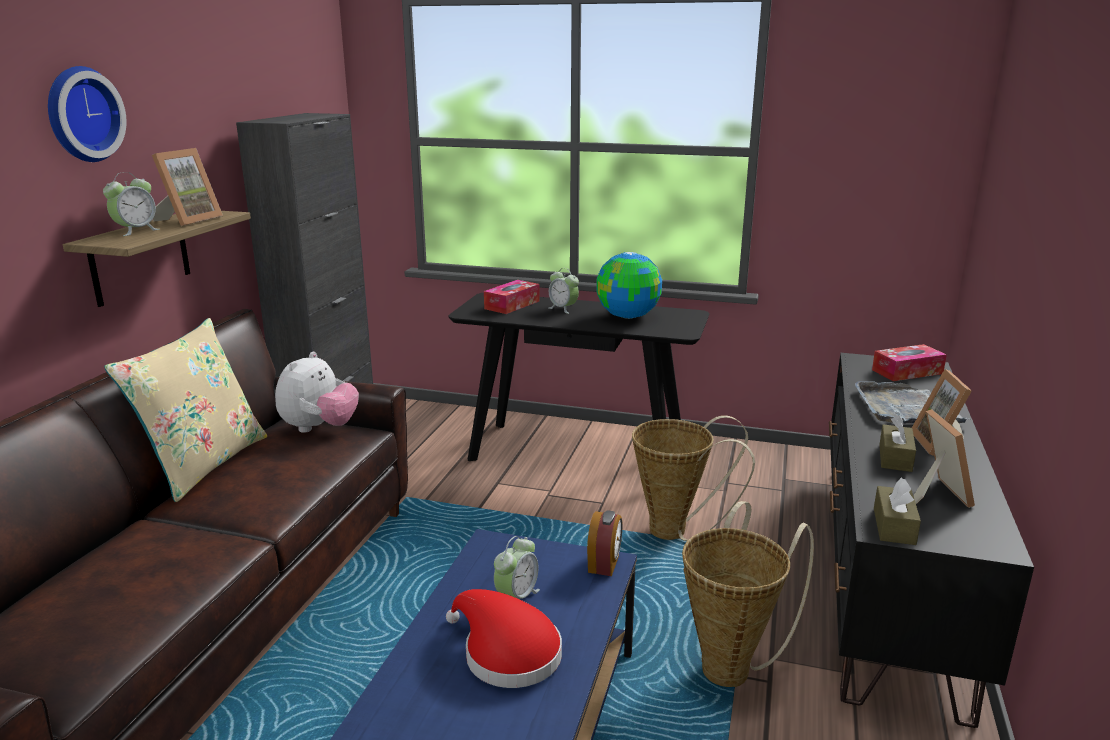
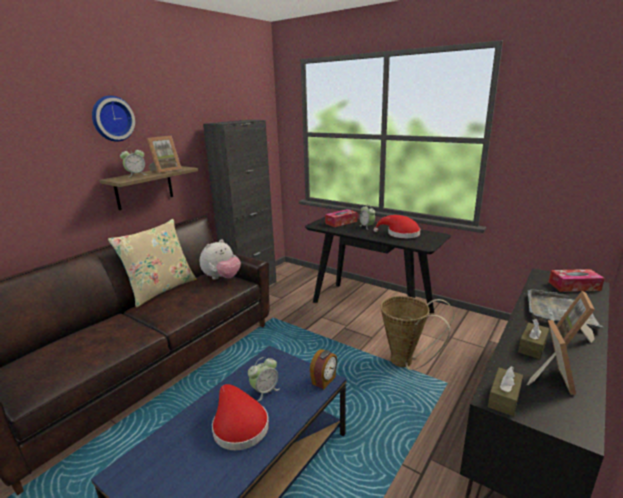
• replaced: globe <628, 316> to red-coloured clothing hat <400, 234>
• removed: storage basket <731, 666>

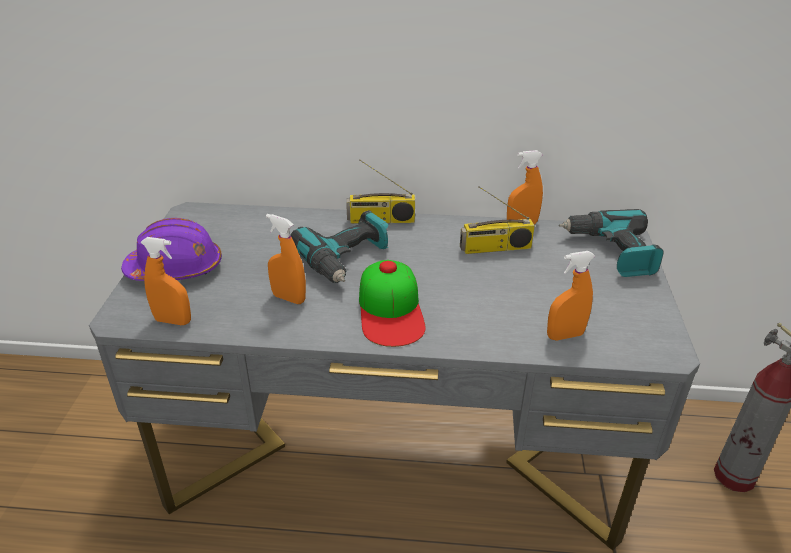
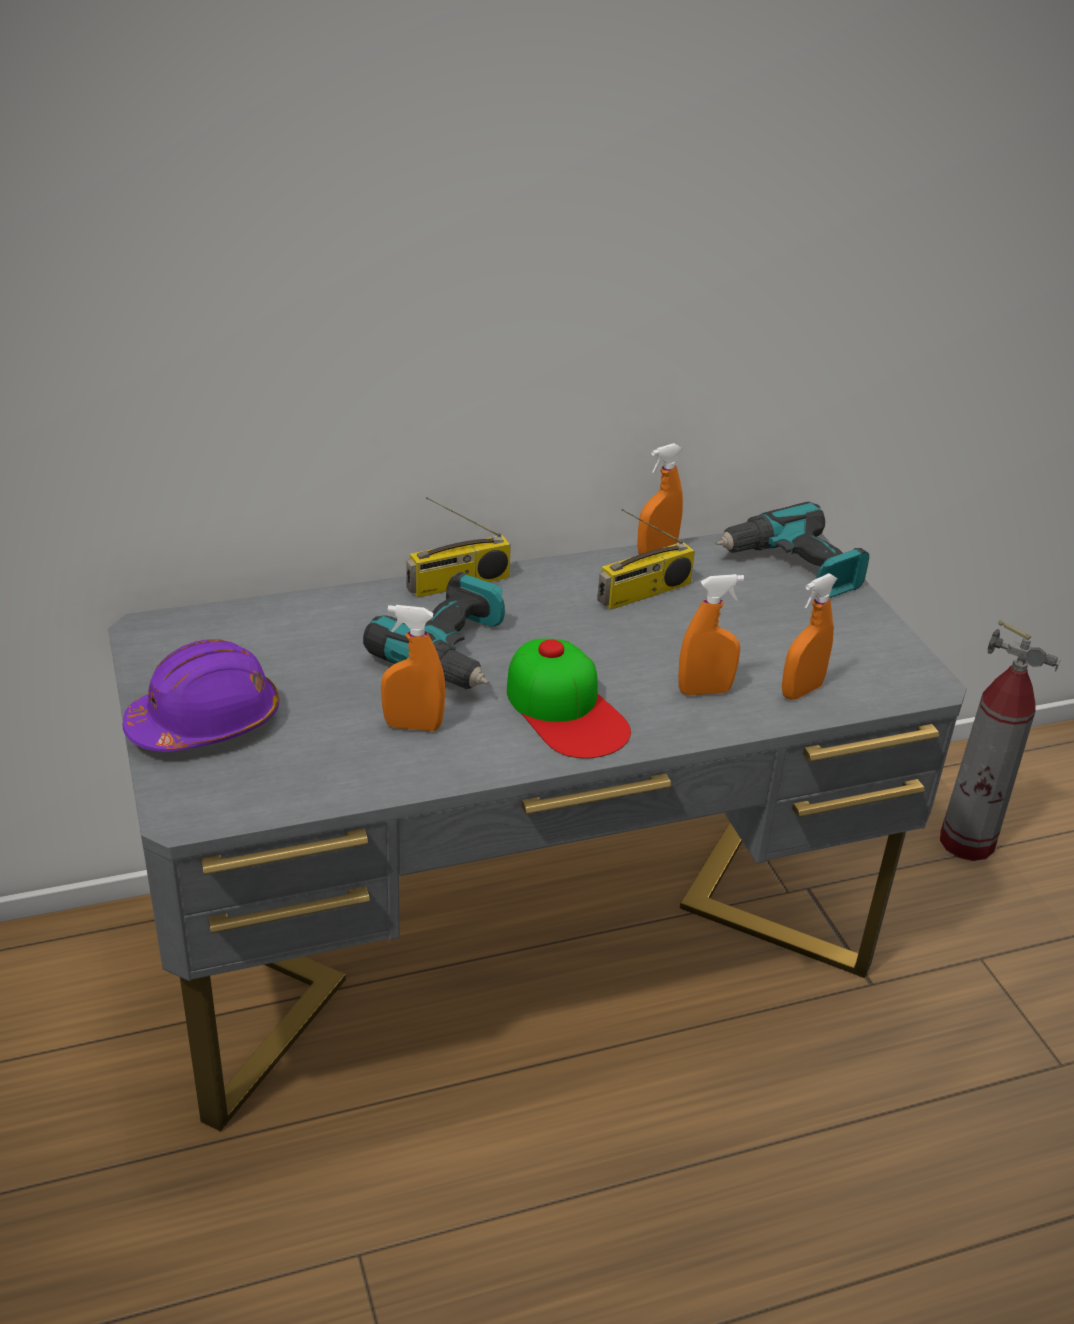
• moved: orangey spray bottle <173, 321> to <704, 691>

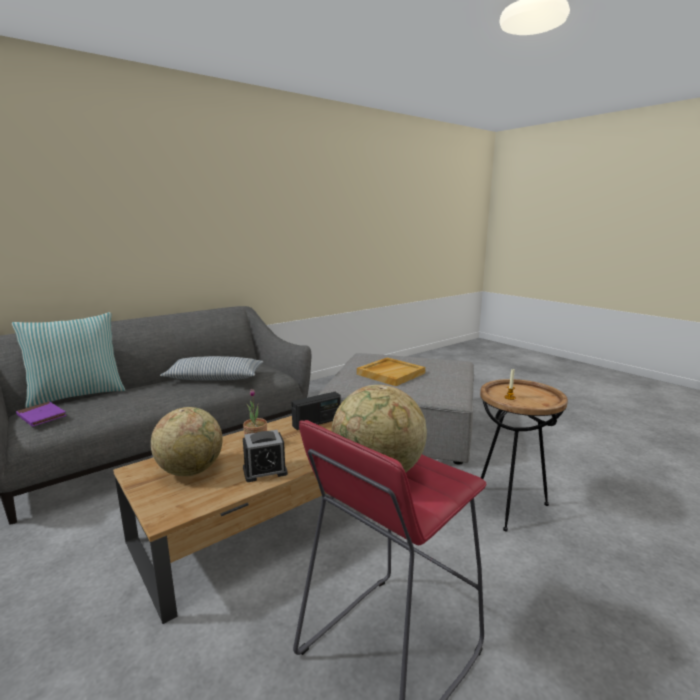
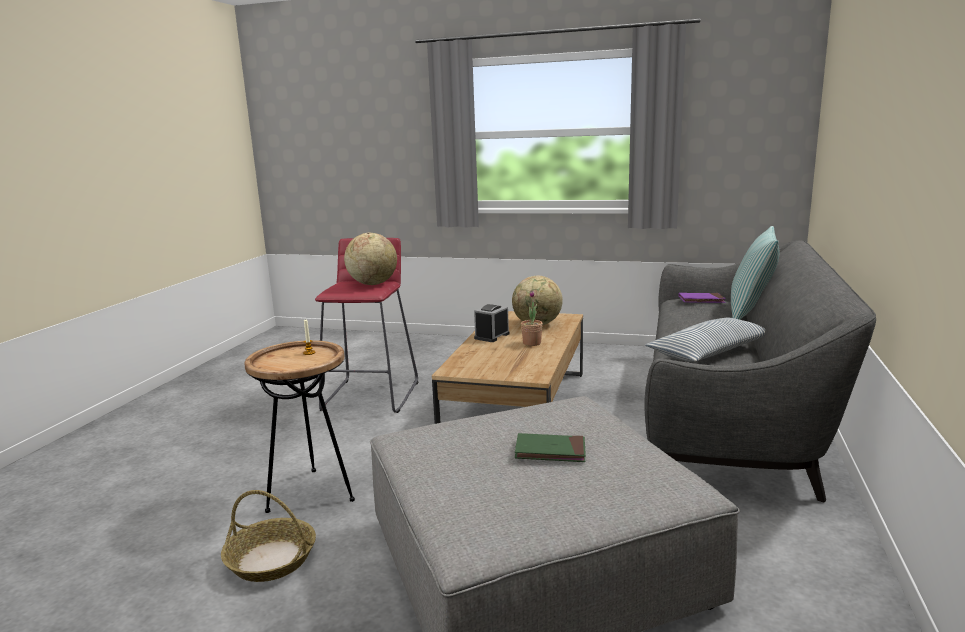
• replaced: beige serving tray <390, 373> to green volume <550, 451>
• removed: radio receiver <317, 422>
• added: storage basket <272, 560>

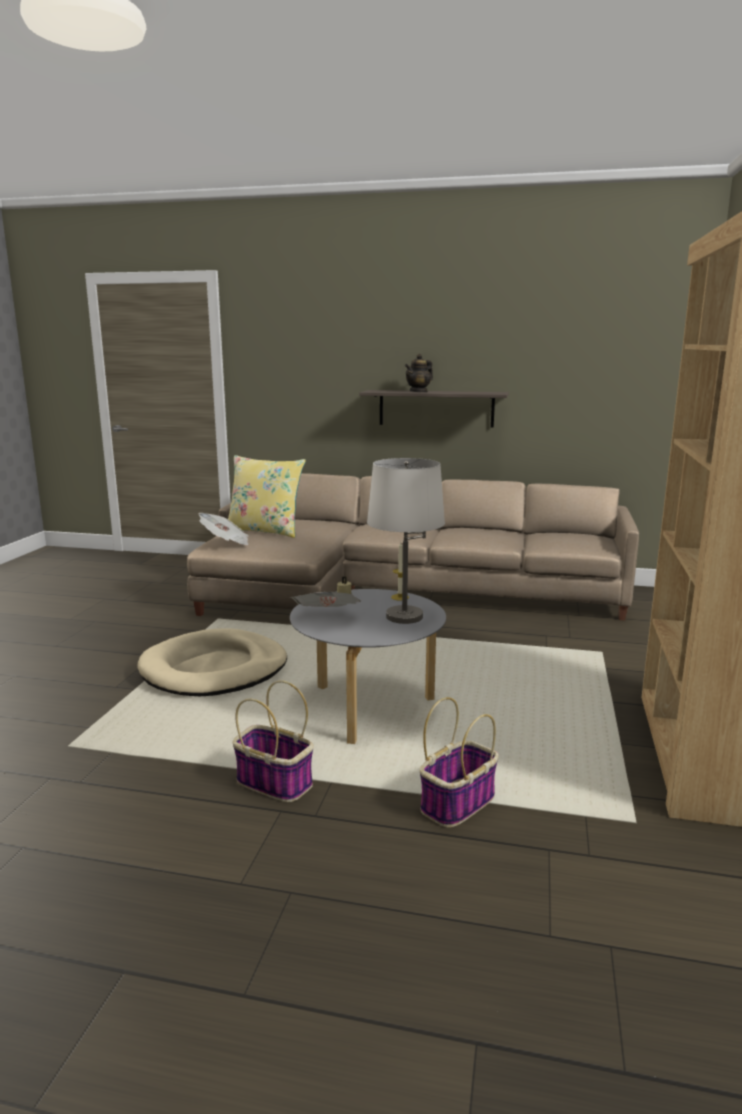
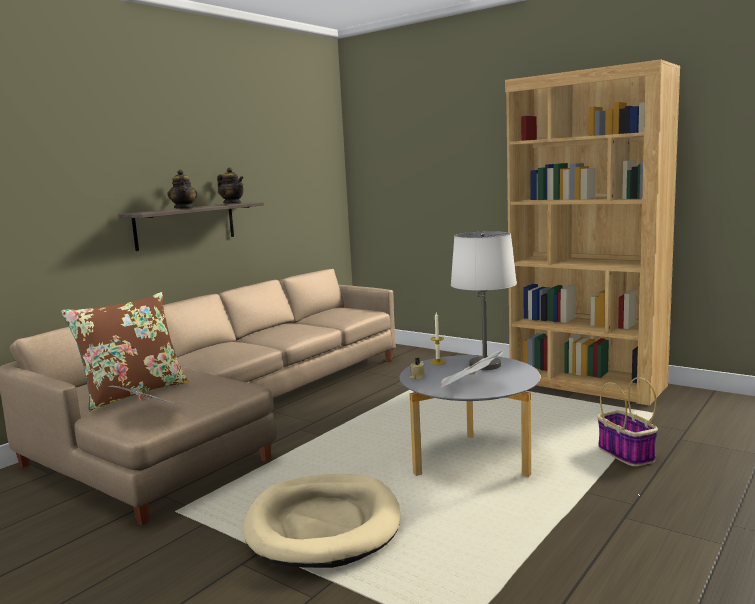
• recoloured: yellow throw pillow <265, 531> to brown throw pillow <133, 393>
• removed: storage basket <272, 782>
• added: teapot <232, 203>

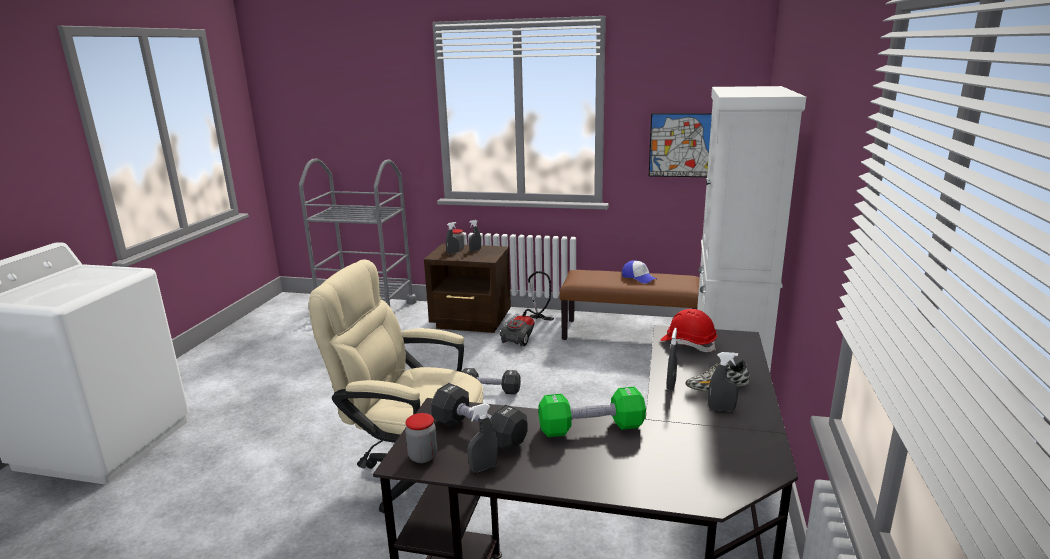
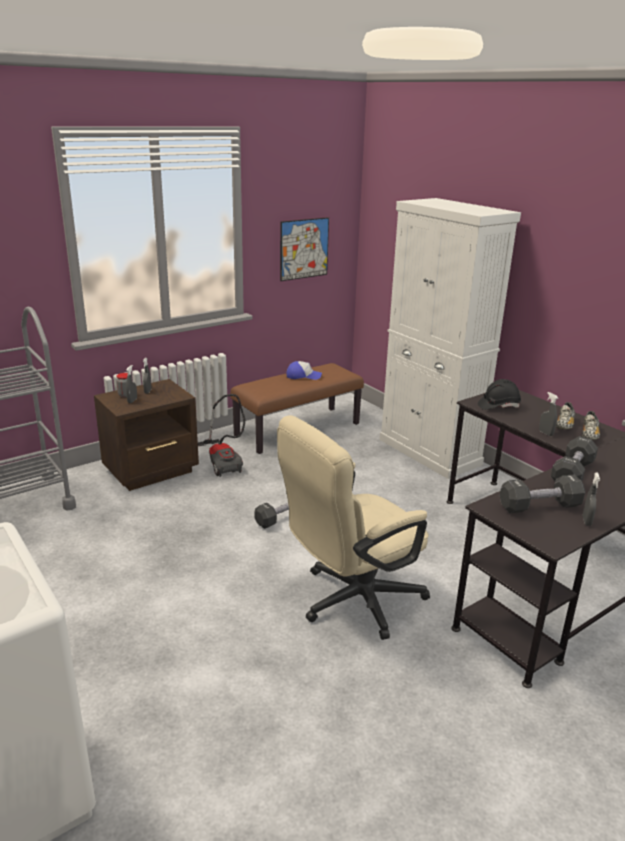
• recoloured: red-coloured hard hat <688, 344> to black hard hat <498, 406>
• replaced: gray spray bottle <721, 409> to low shoe <589, 435>
• recoloured: green hand weight <591, 428> to black hand weight <572, 473>
• removed: jar <423, 456>

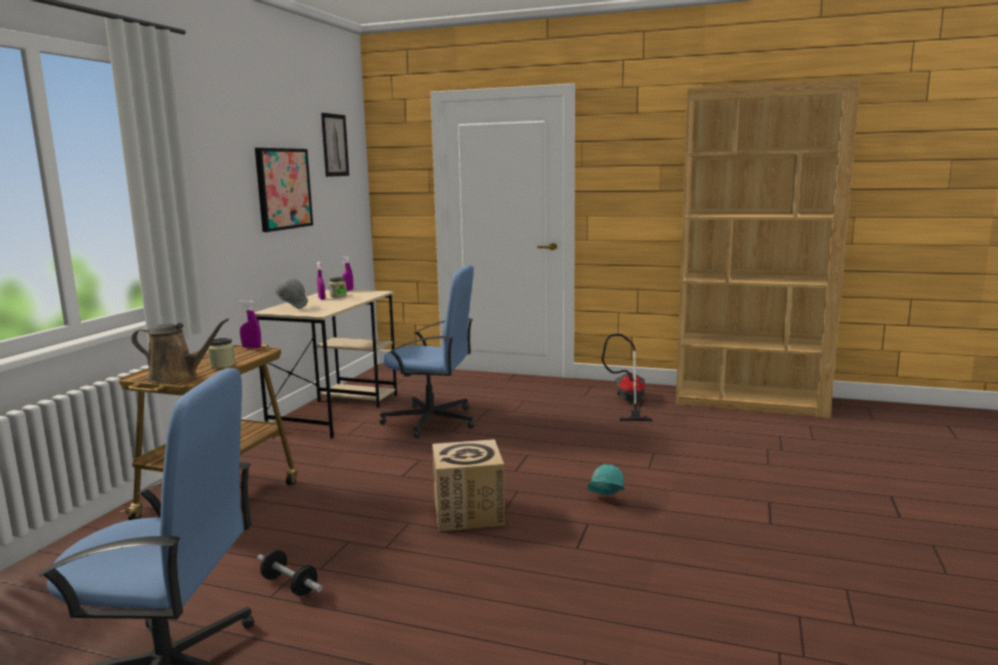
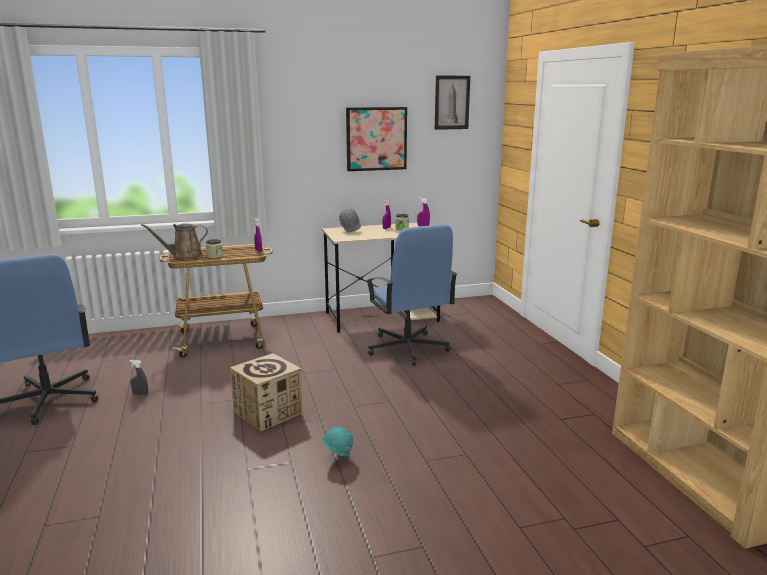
• turned: brown watering can <177, 376> = <184, 256> 90 degrees clockwise
• removed: vacuum <628, 403>
• replaced: hand weight <289, 585> to gray spray bottle <140, 395>

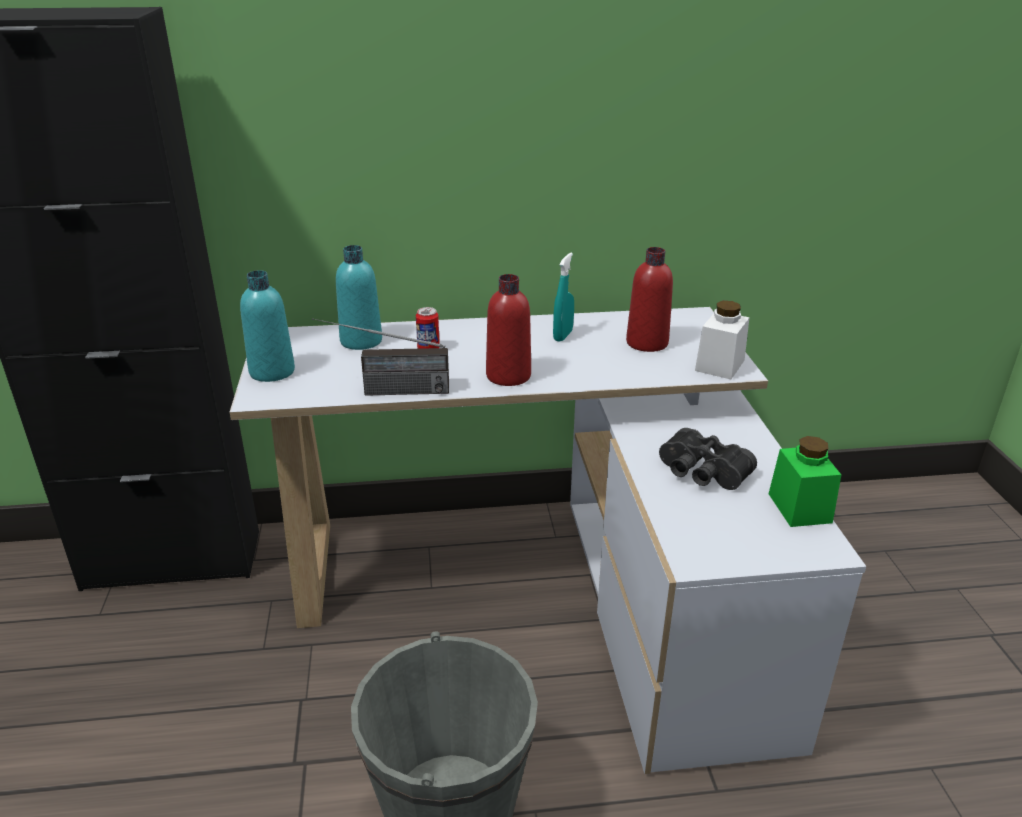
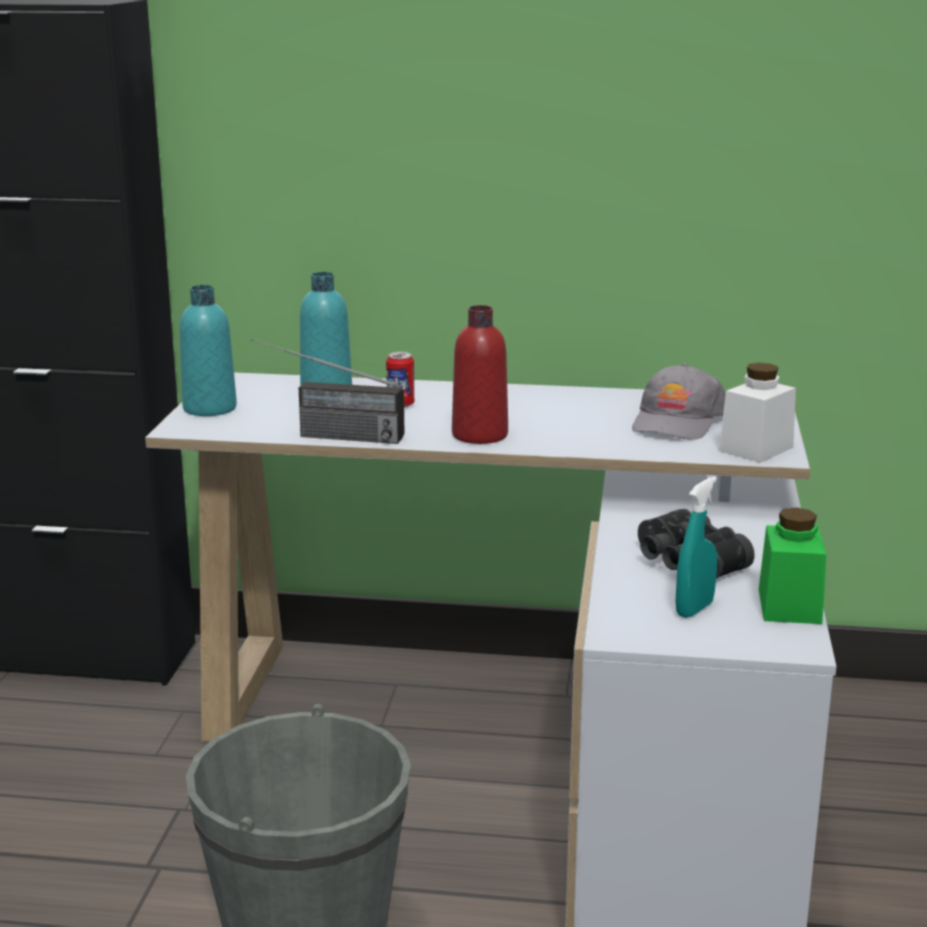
• replaced: red-coloured drink bottle <647, 343> to gray peaked cap <677, 421>
• moved: turquoise spray bottle <563, 336> to <694, 609>

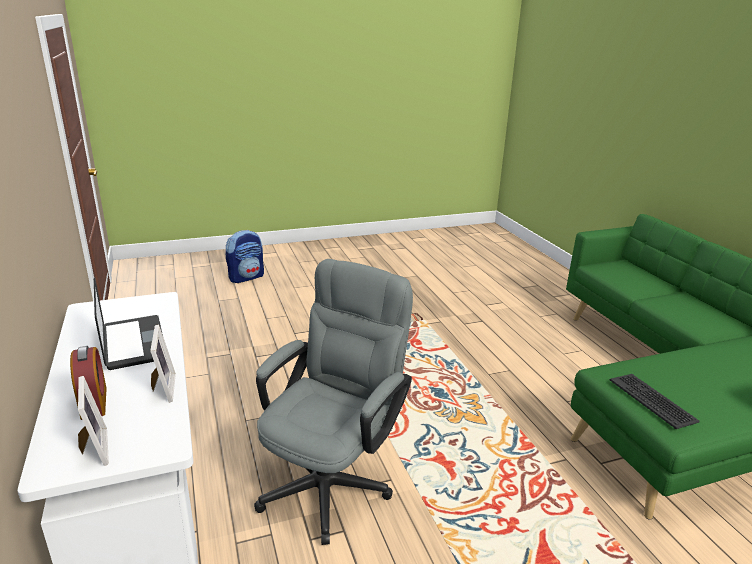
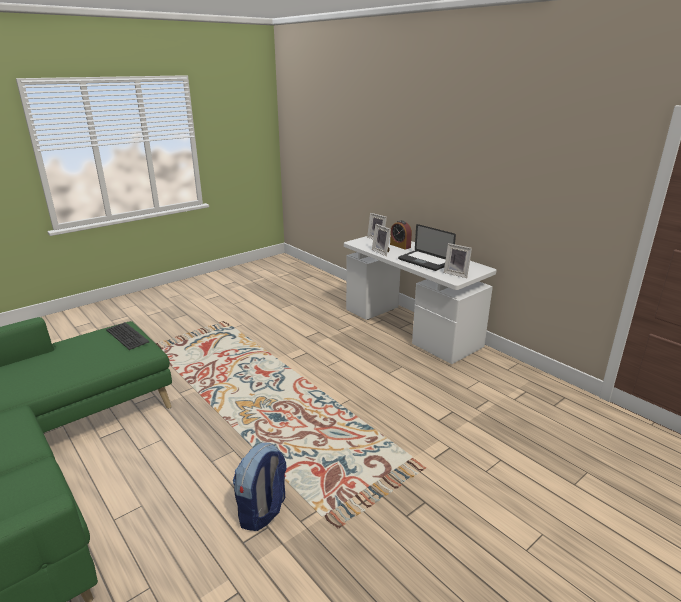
• moved: rucksack <246, 277> to <263, 511>
• removed: gray office chair <333, 478>
• added: standing frame <457, 274>

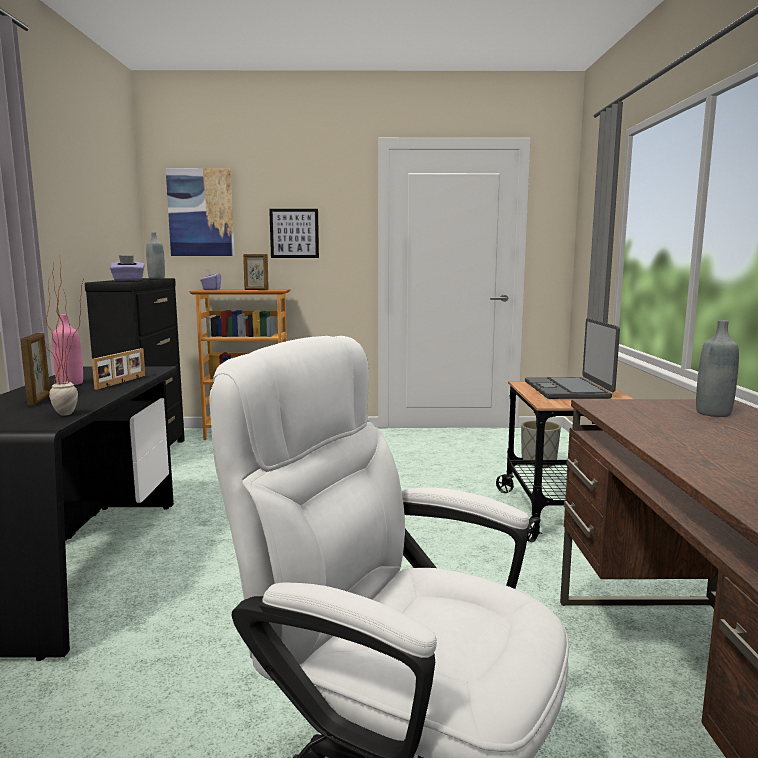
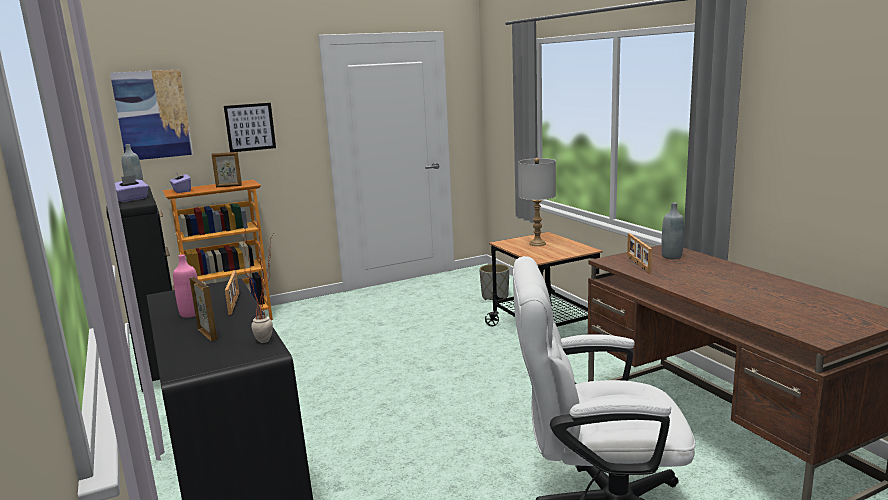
• replaced: laptop <568, 390> to gray tabletop lamp <537, 244>
• added: standing frame <637, 264>

